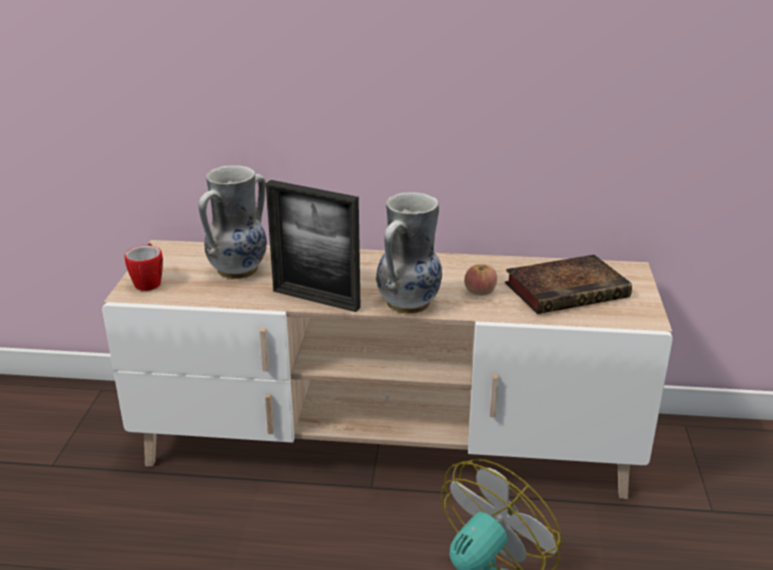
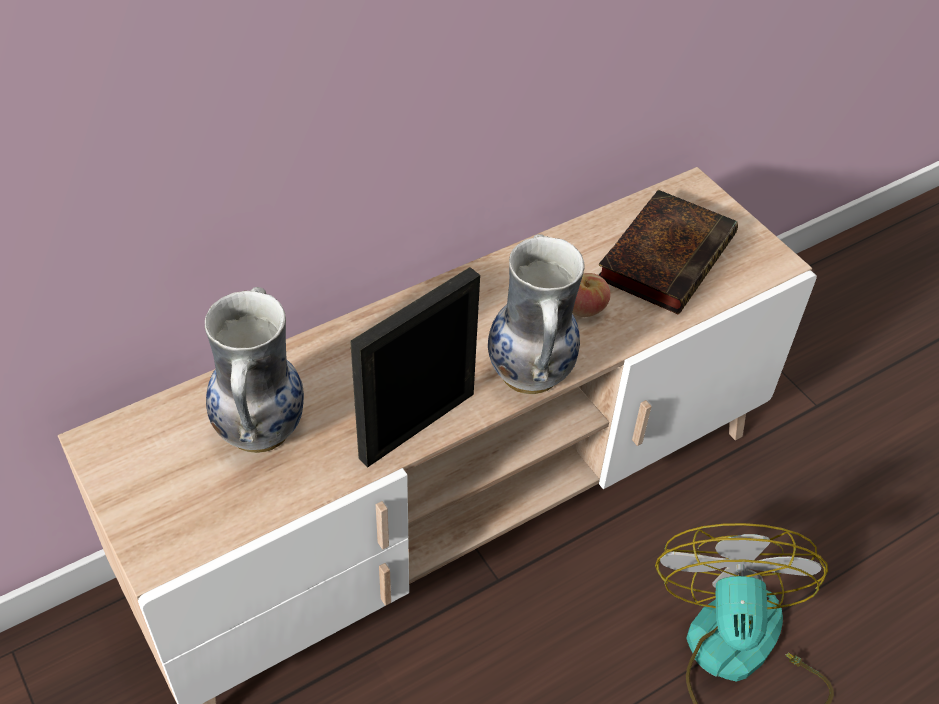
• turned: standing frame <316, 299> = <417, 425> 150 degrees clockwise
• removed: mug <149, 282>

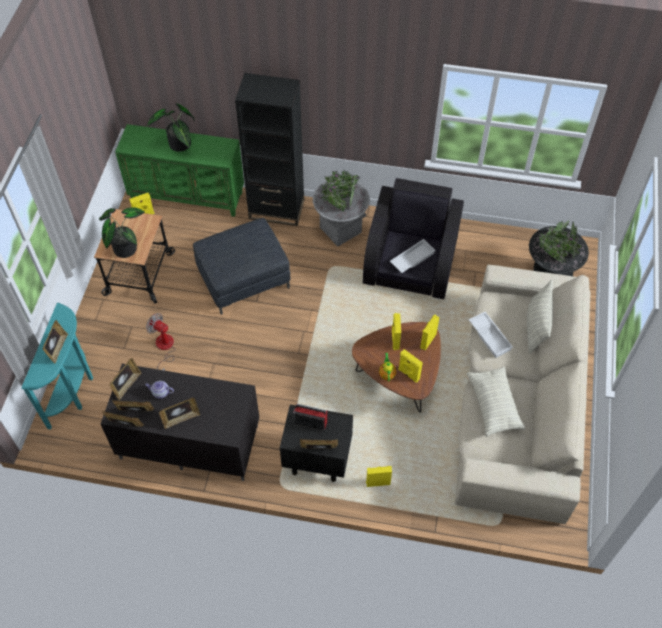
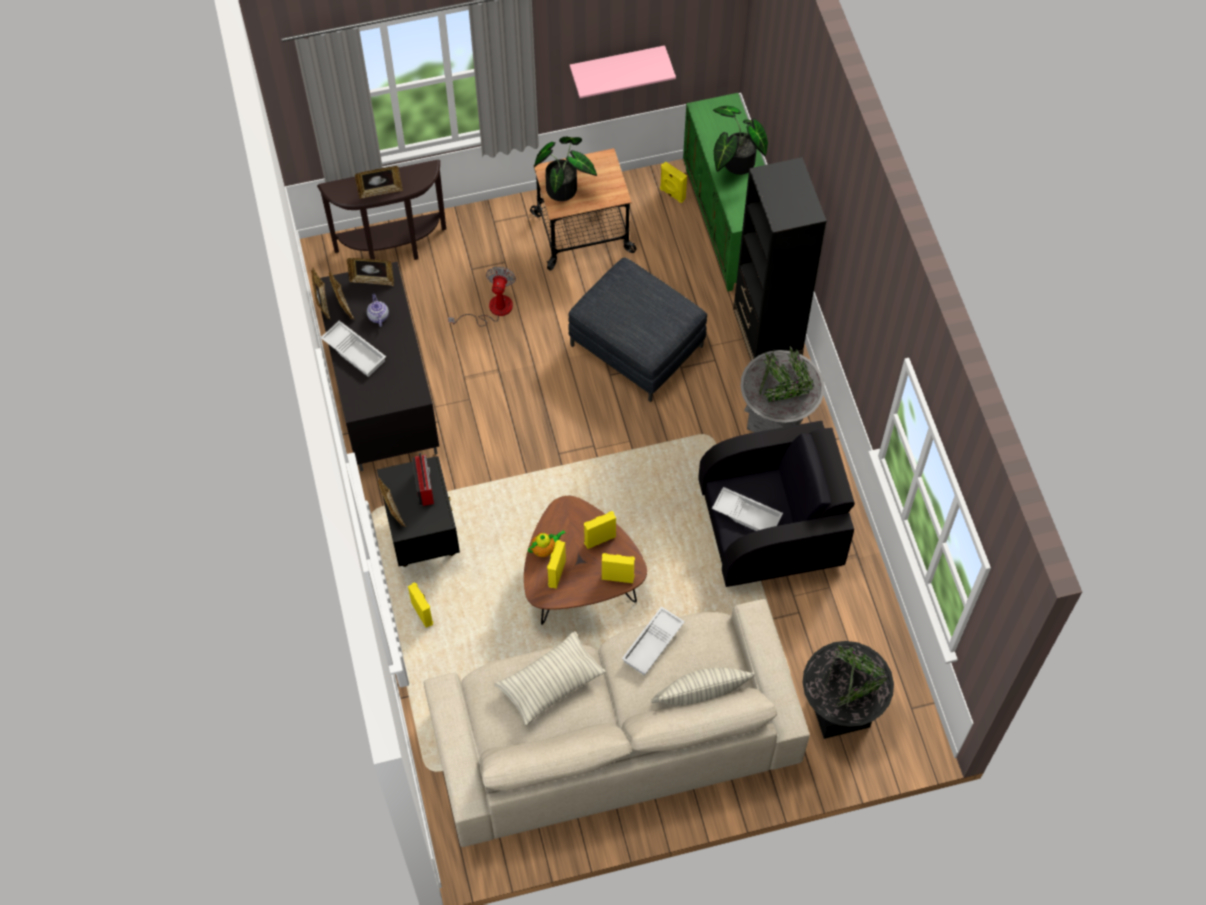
• recoloured: turquoise console table <74, 390> to brown console table <393, 250>
• replaced: standing frame <181, 418> to white-coloured serving tray <355, 351>
• added: pinkish shelf <617, 65>

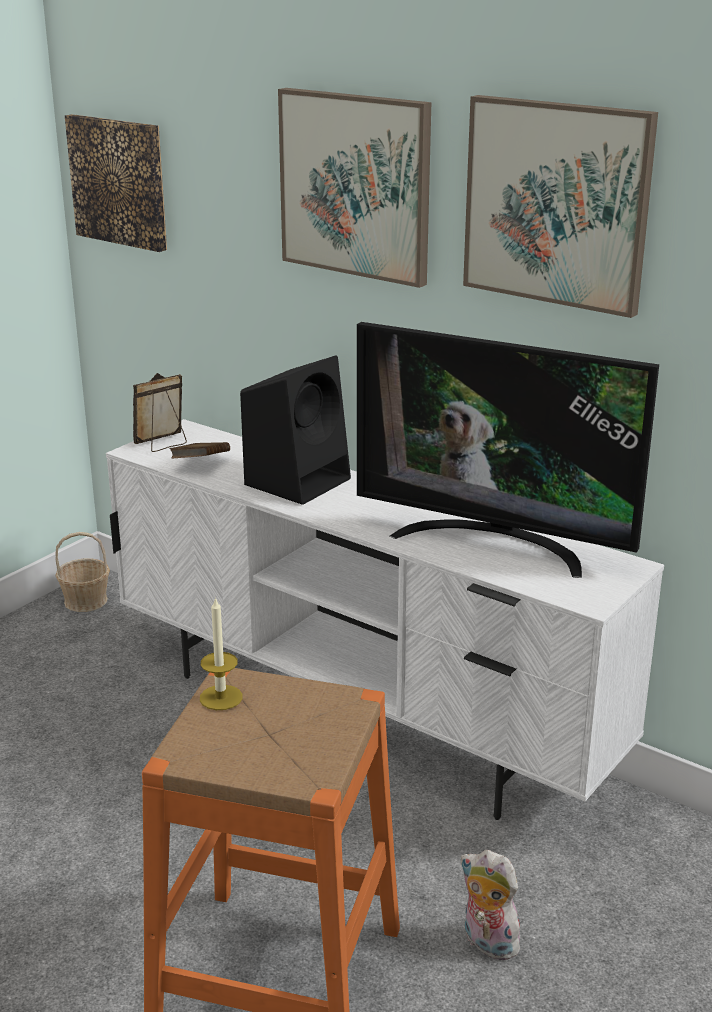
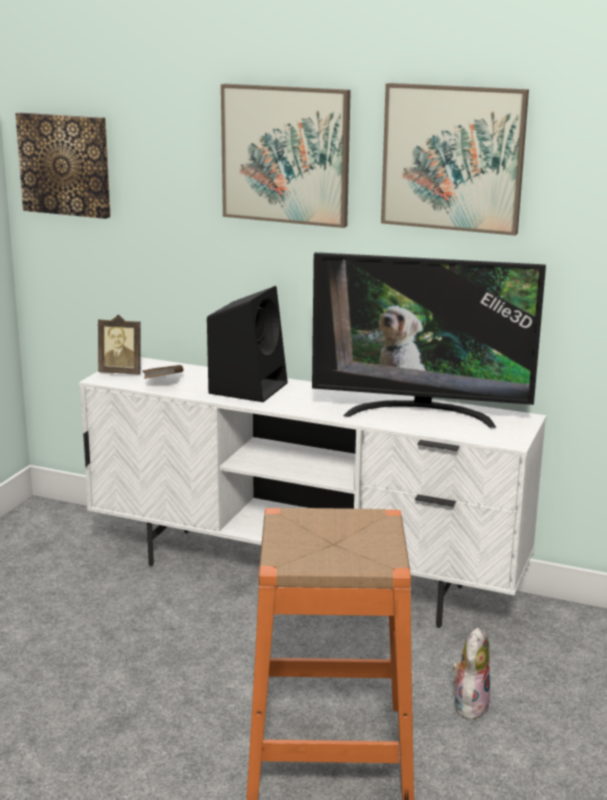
• turned: standing frame <163, 444> = <122, 372> 120 degrees counterclockwise
• removed: storage basket <86, 601>
• removed: wax light <221, 697>
• turned: cuddly toy <487, 943> = <469, 704> 90 degrees clockwise

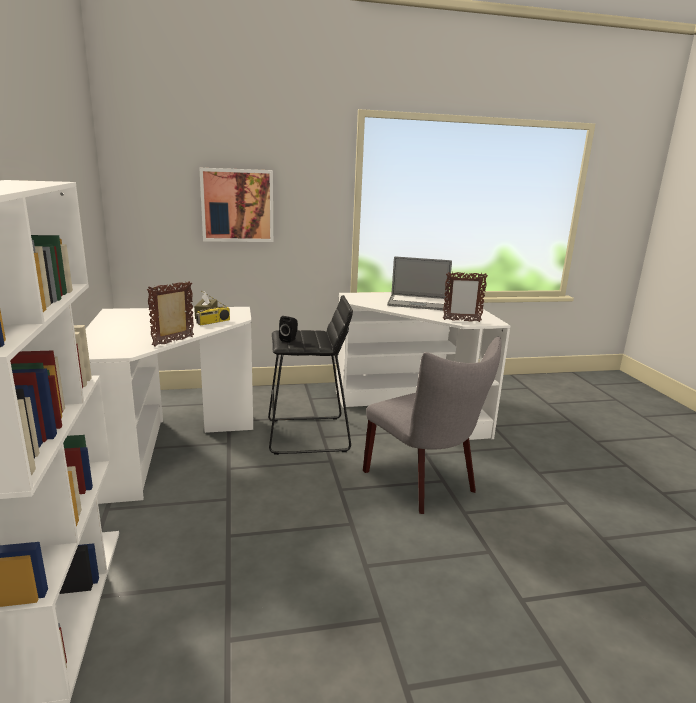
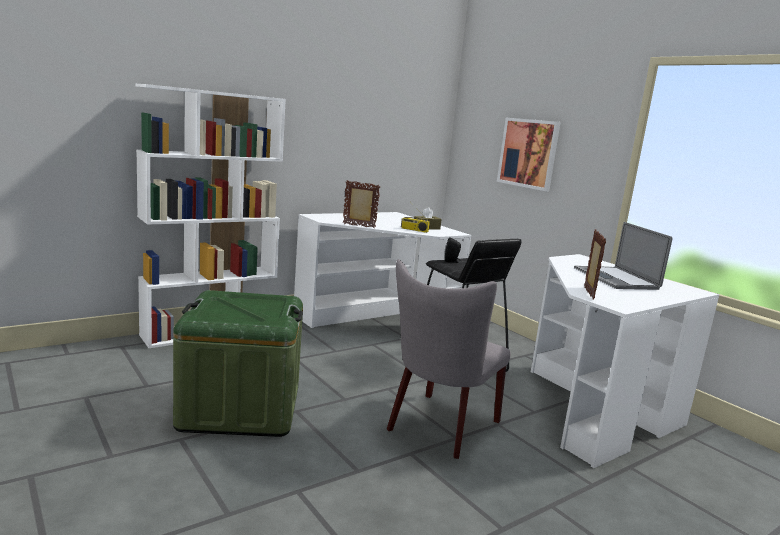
• turned: standing frame <461, 320> = <588, 293> 150 degrees counterclockwise
• added: green storage container <240, 408>

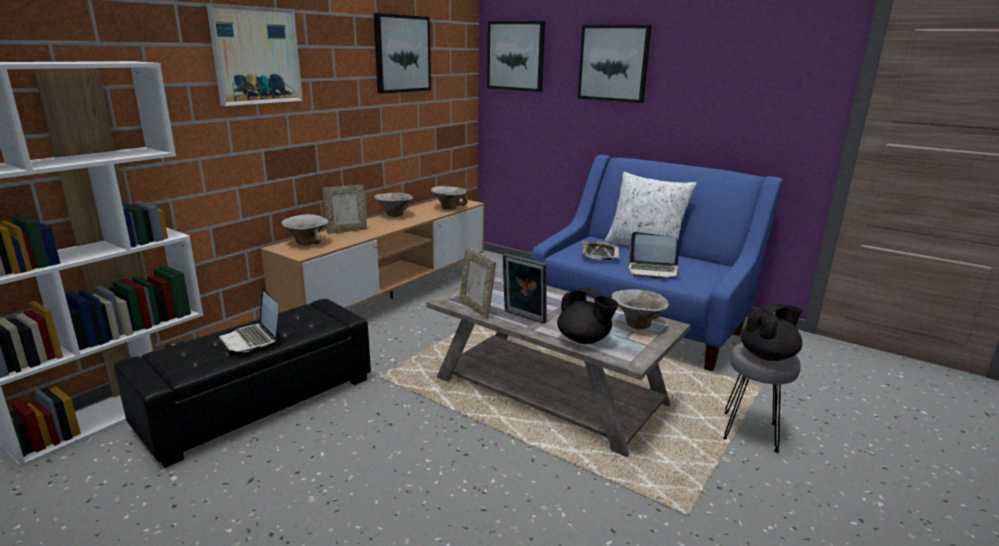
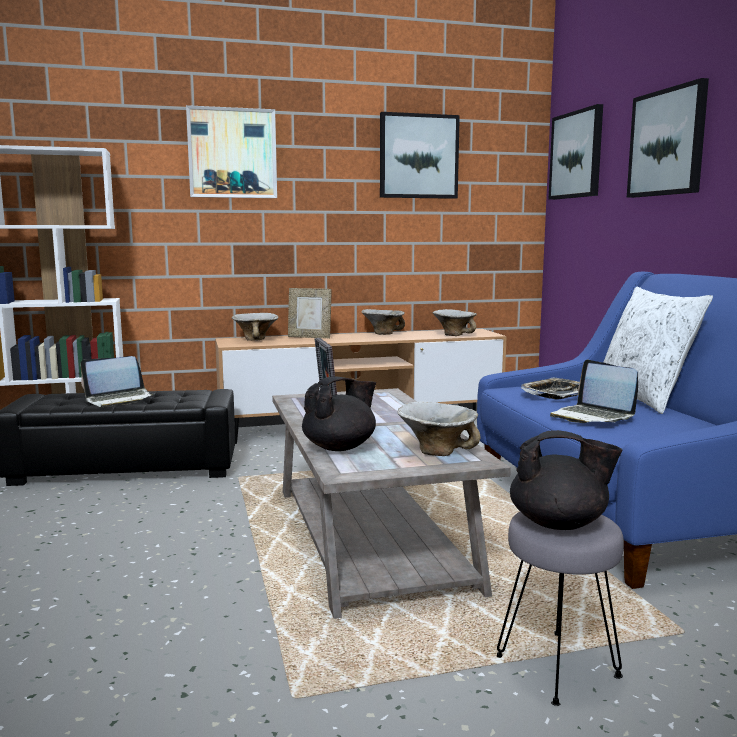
• removed: standing frame <476, 308>
• turned: black teapot <584, 340> = <340, 447> 120 degrees counterclockwise
• turned: laptop <252, 339> = <119, 399> 120 degrees counterclockwise

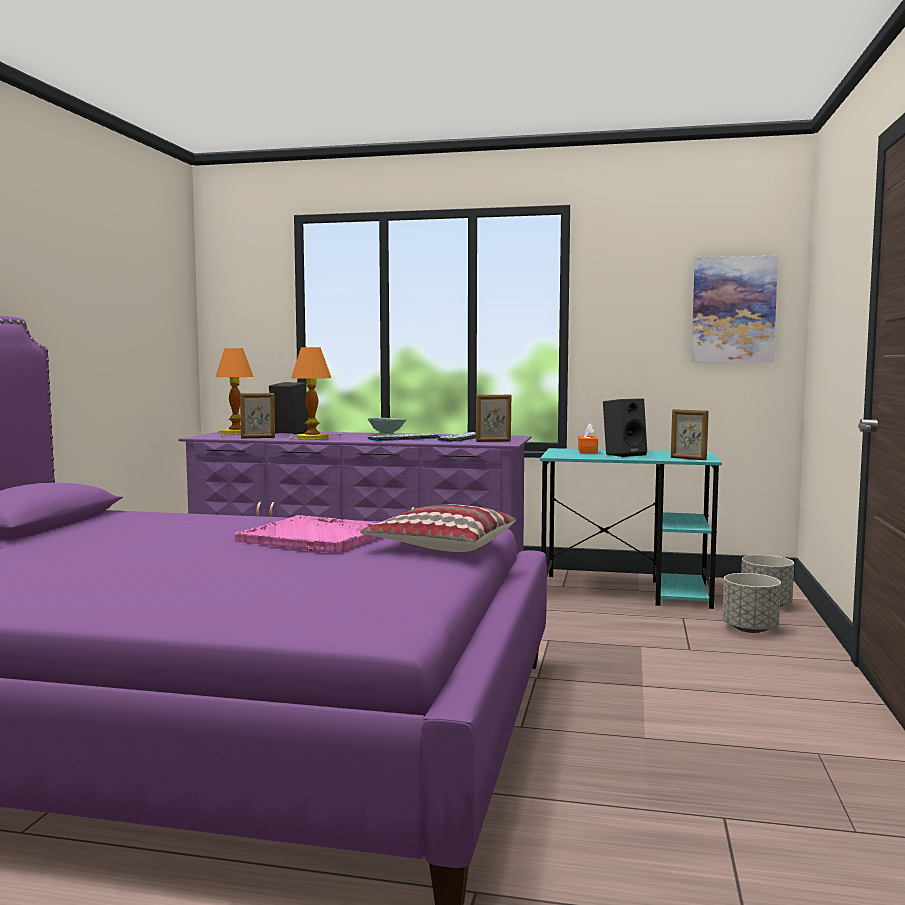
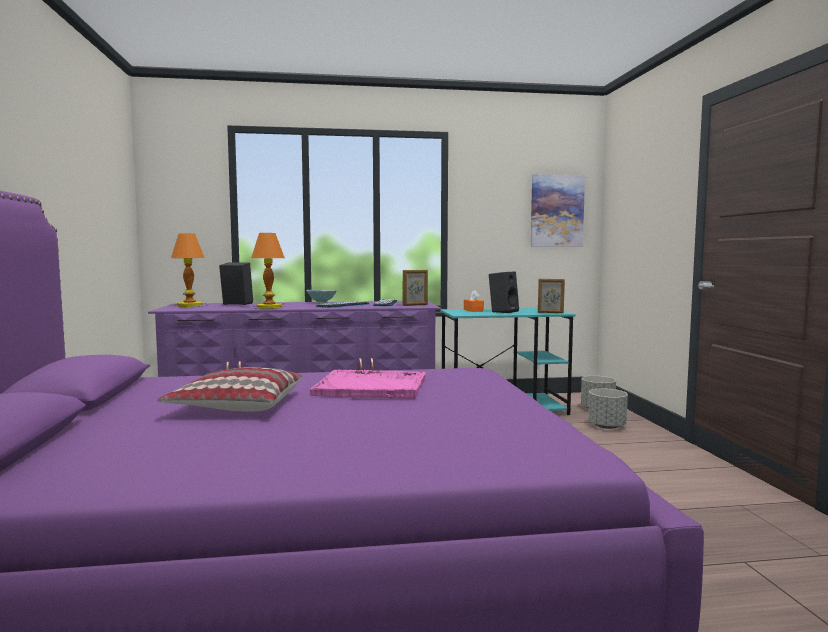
• removed: standing frame <258, 438>
• moved: throw pillow <440, 545> to <236, 405>

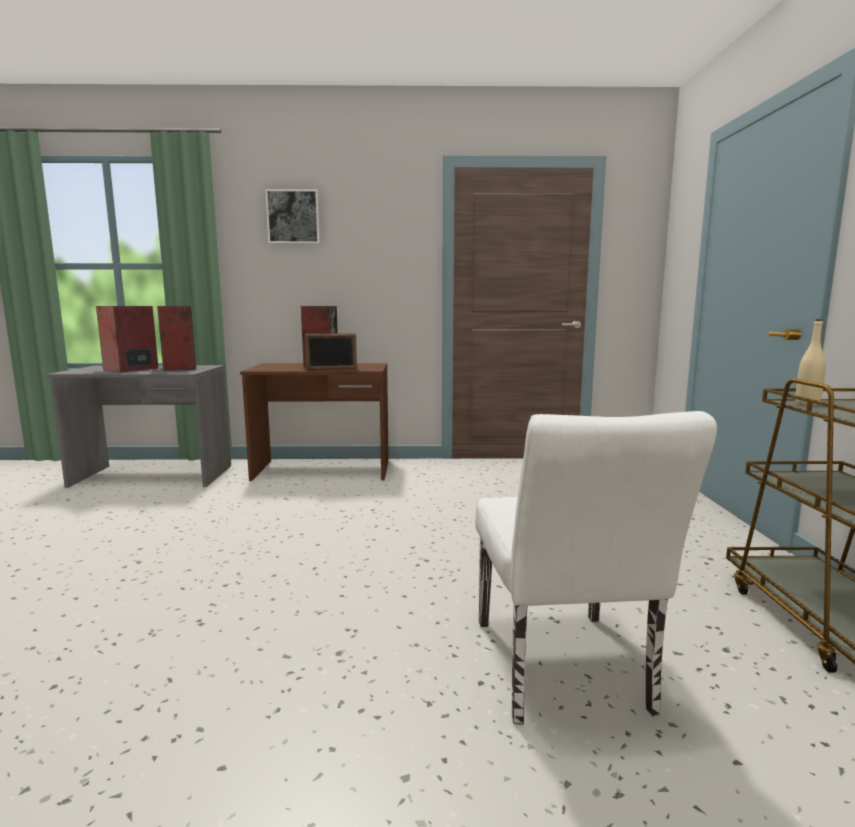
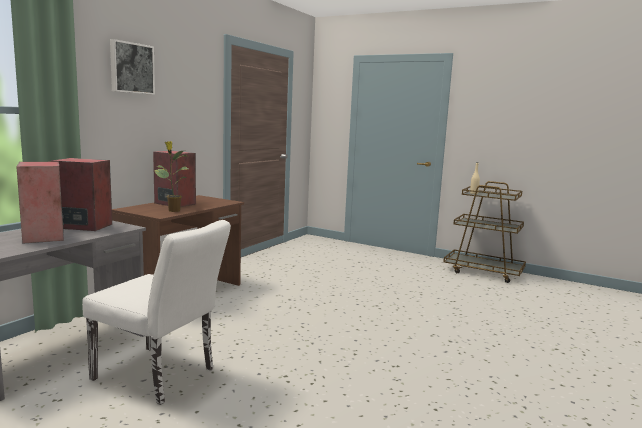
• removed: standing frame <331, 369>
• moved: white-coloured plain chair <564, 674> to <161, 376>
• added: potted plant <173, 210>

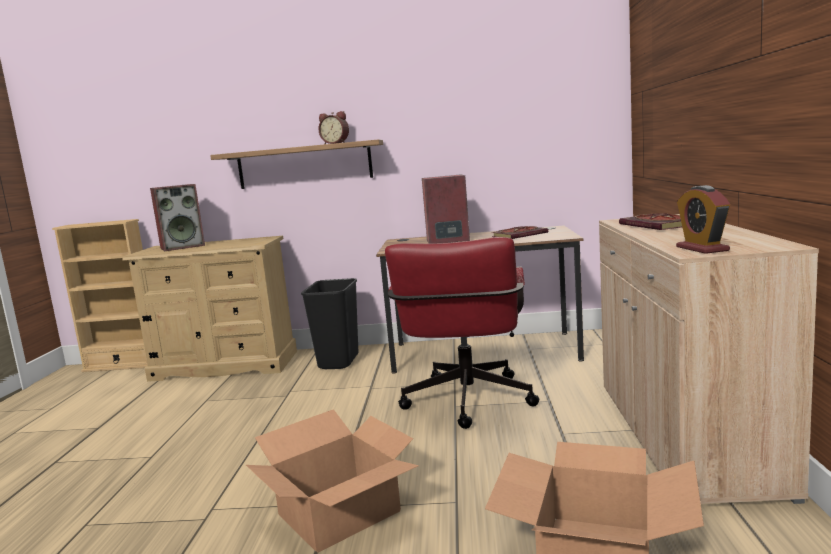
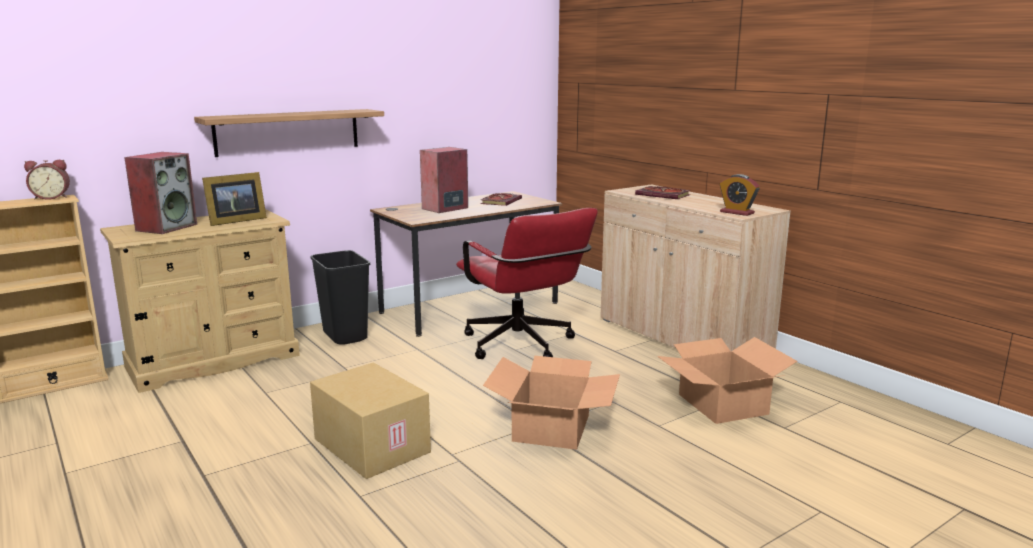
• moved: alarm clock <336, 143> to <51, 197>
• added: standing frame <234, 221>
• added: carton <369, 446>

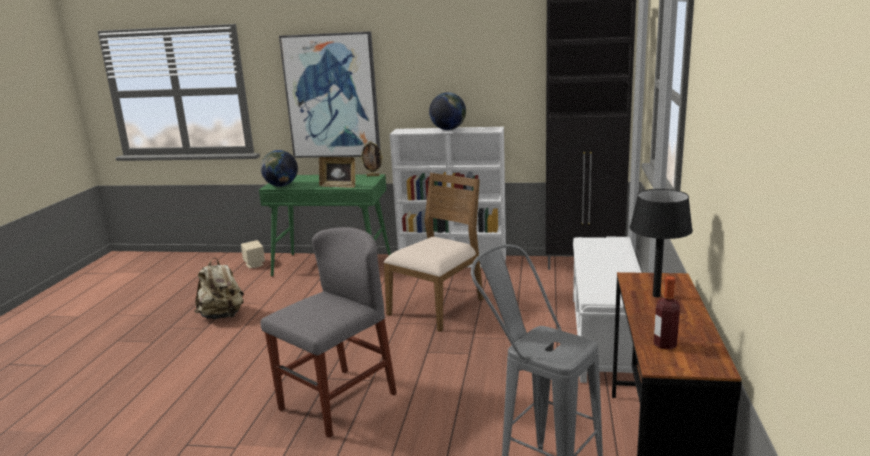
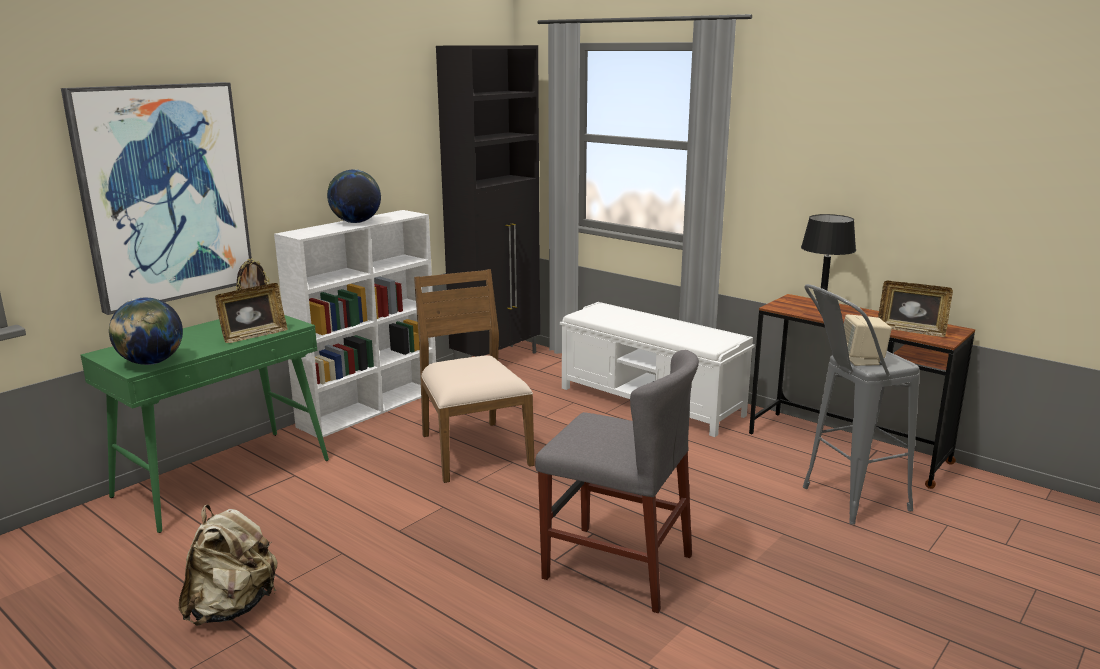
• turned: gray plain chair <337, 401> = <617, 567> 135 degrees clockwise
• moved: beige audio speaker <254, 265> to <862, 360>
• replaced: drink bottle <665, 344> to standing frame <911, 330>

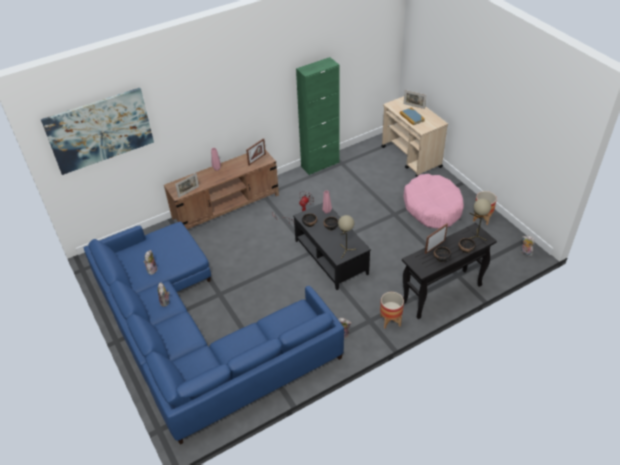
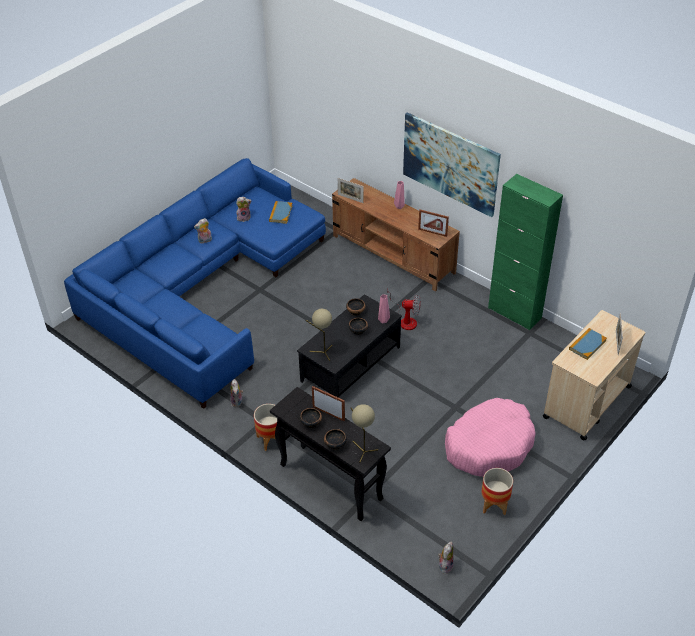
• moved: wall picture <100, 130> to <450, 164>
• added: volume <280, 213>

